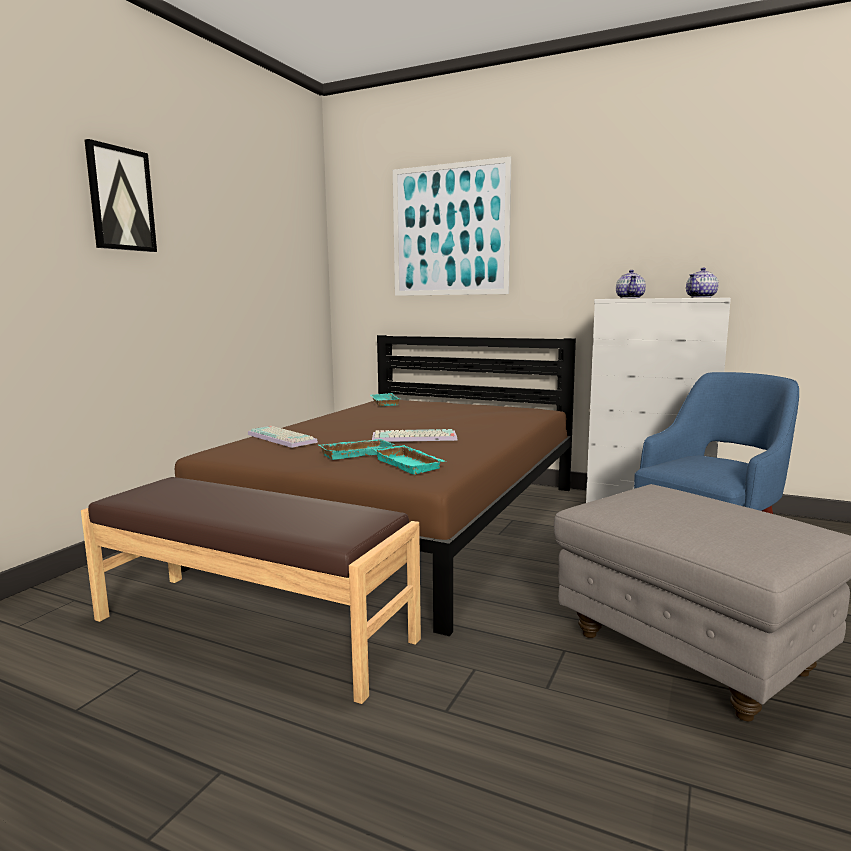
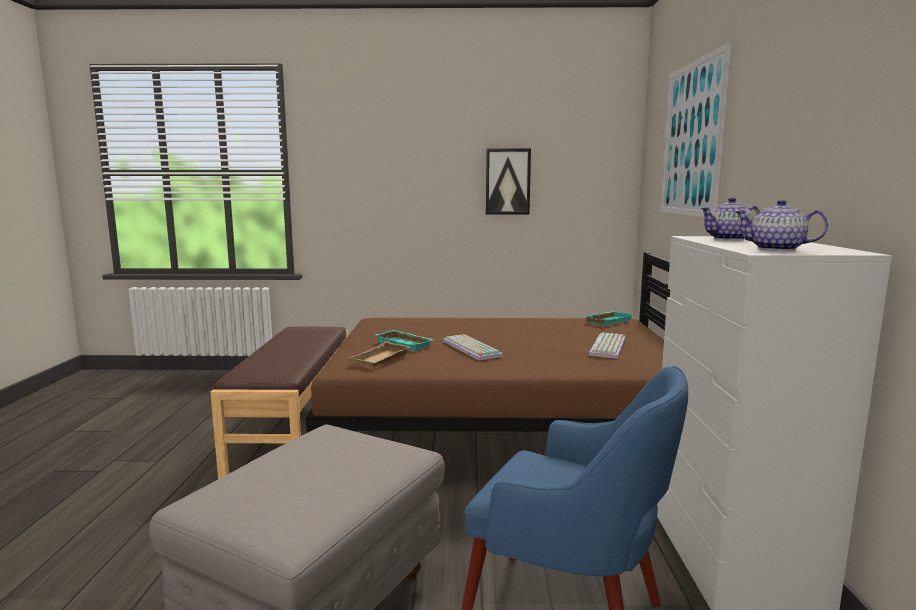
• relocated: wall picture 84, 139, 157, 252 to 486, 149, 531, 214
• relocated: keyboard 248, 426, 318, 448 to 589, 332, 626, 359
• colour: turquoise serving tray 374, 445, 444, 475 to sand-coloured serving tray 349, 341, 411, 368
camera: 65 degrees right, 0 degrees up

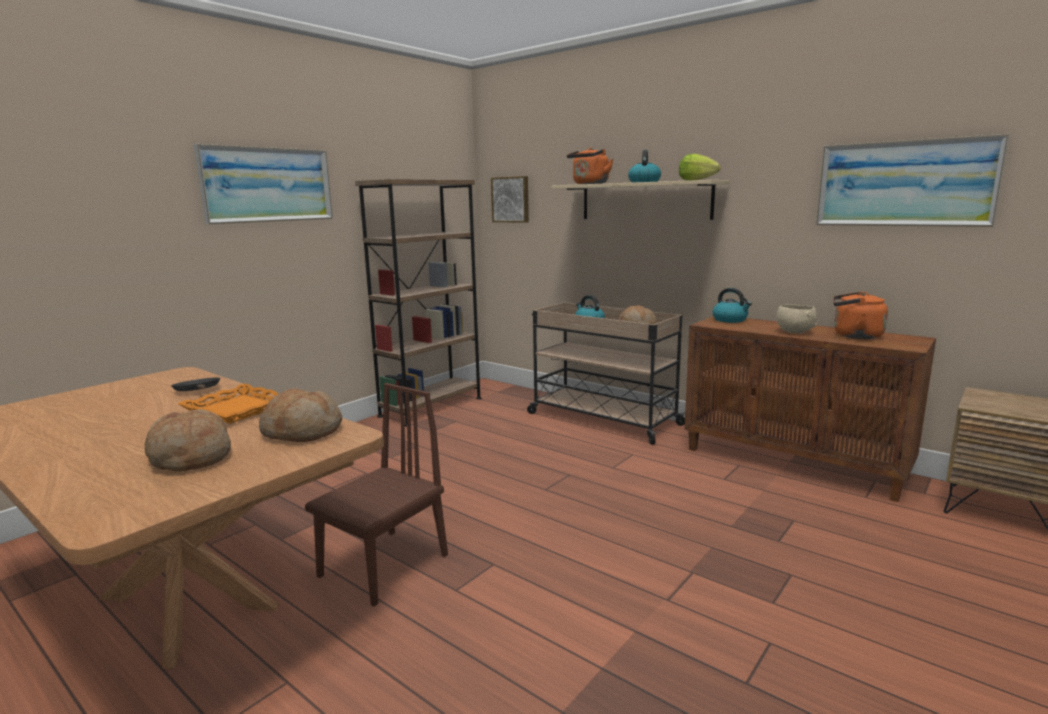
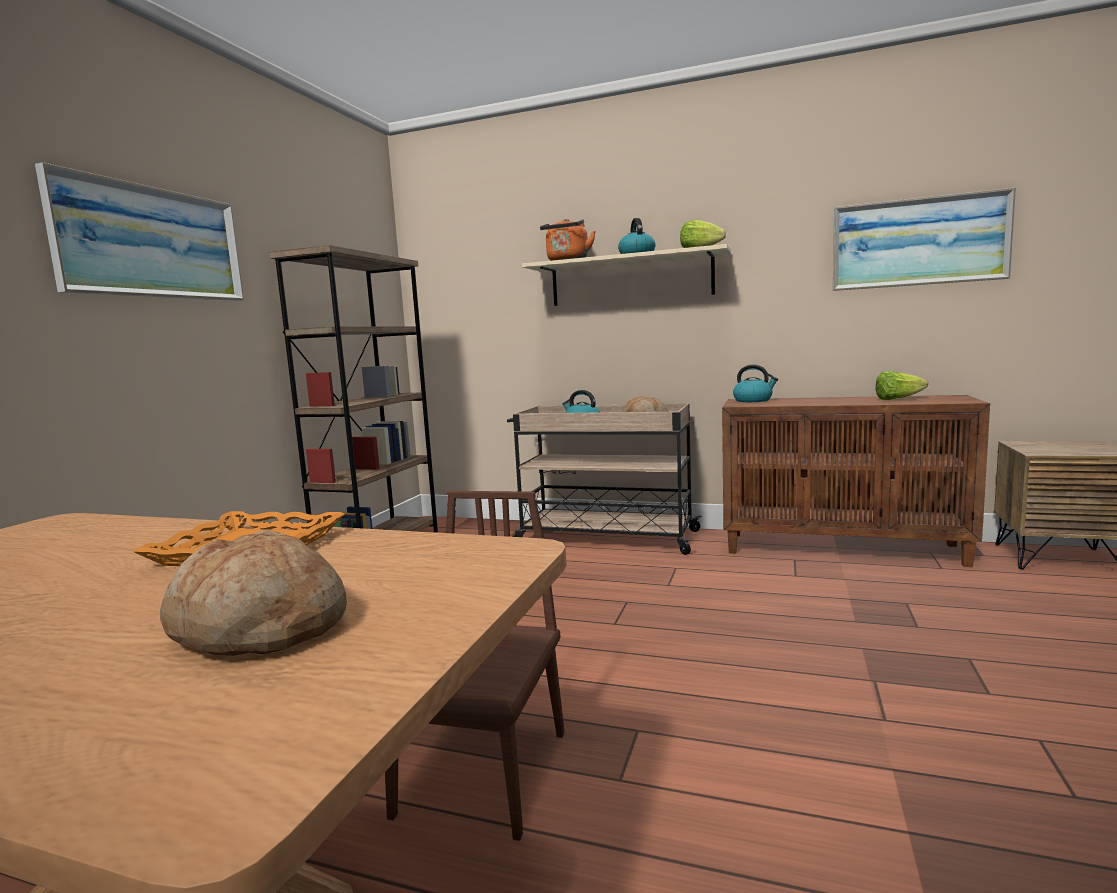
• missing: black-coloured pan 171, 377, 220, 391
• missing: bakery bread 259, 388, 342, 442
• missing: wall picture 491, 176, 529, 223
• missing: sand-coloured deep dish 776, 304, 817, 334
• exchanged: orange water kettle 833, 292, 888, 339 to lettuce head 876, 371, 928, 400
camera: 20 degrees left, 5 degrees down

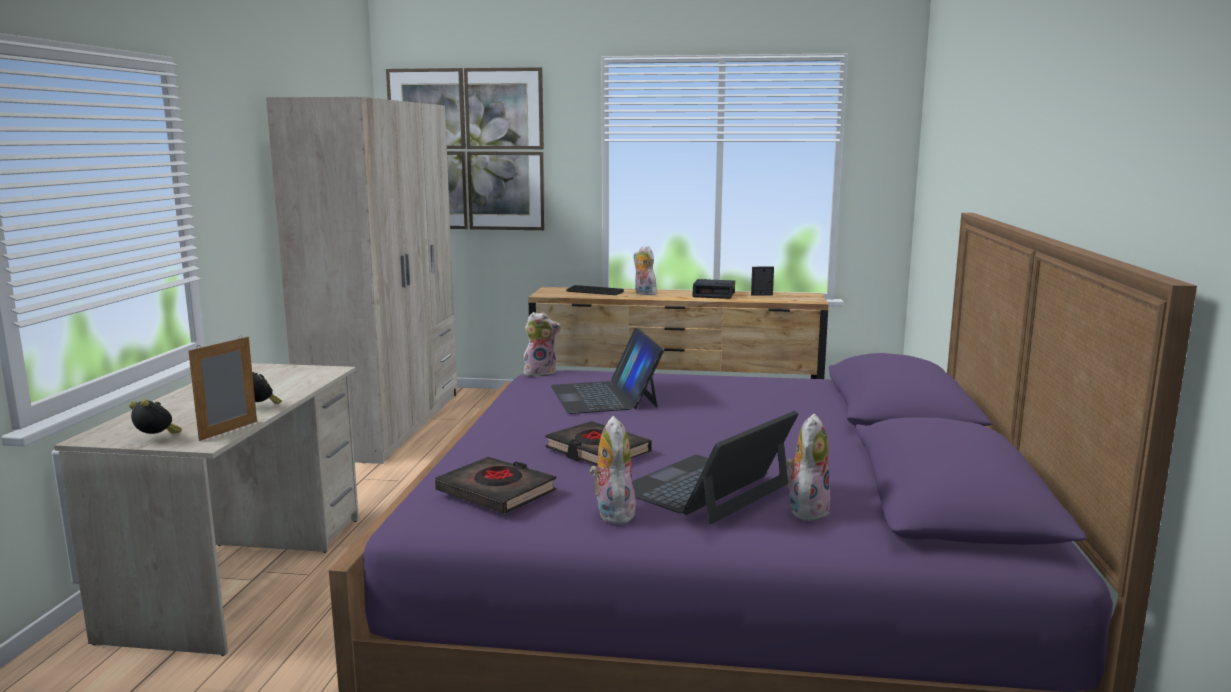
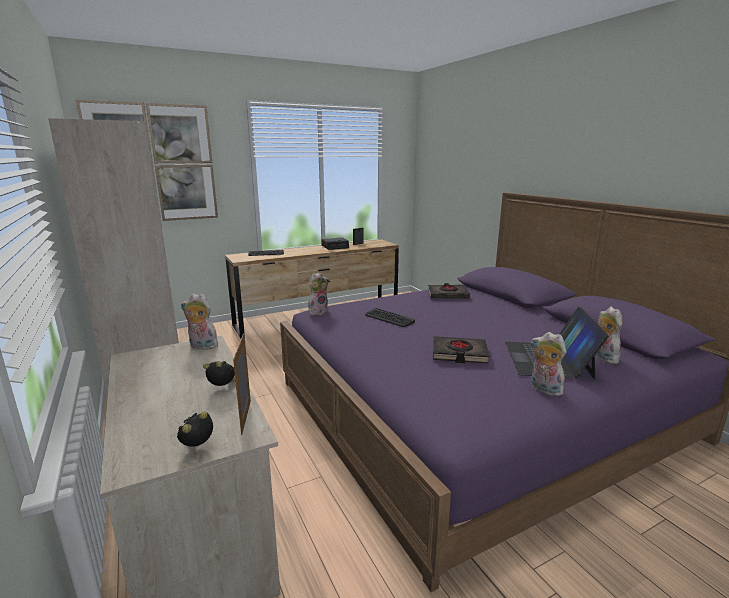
• relocated: black-coloured book 435, 457, 556, 514 to 428, 283, 470, 299
• relocated: cuddly toy 634, 246, 659, 295 to 181, 293, 218, 350
• exchanged: laptop 551, 328, 664, 414 to keyboard 365, 308, 415, 327
• spun: alarm clock 129, 399, 182, 434 = 177, 412, 213, 447 45 degrees counterclockwise
camera: 35 degrees left, 5 degrees up

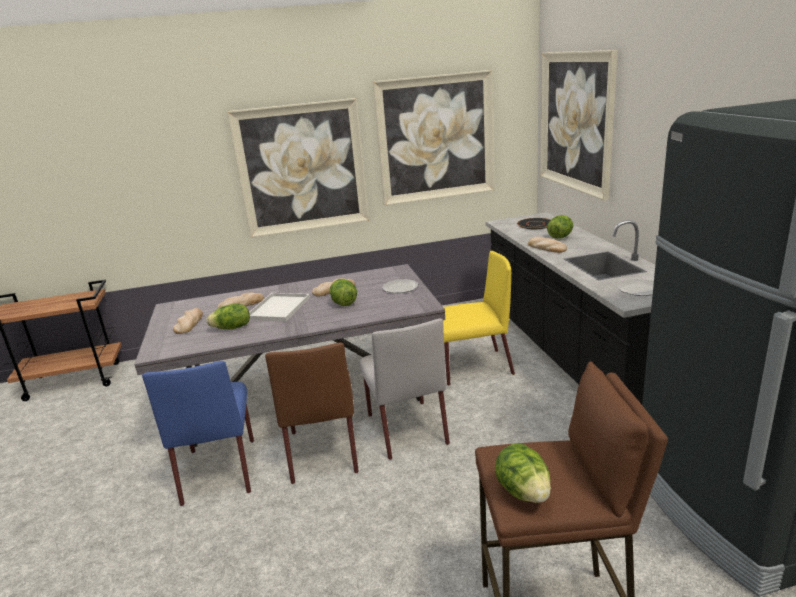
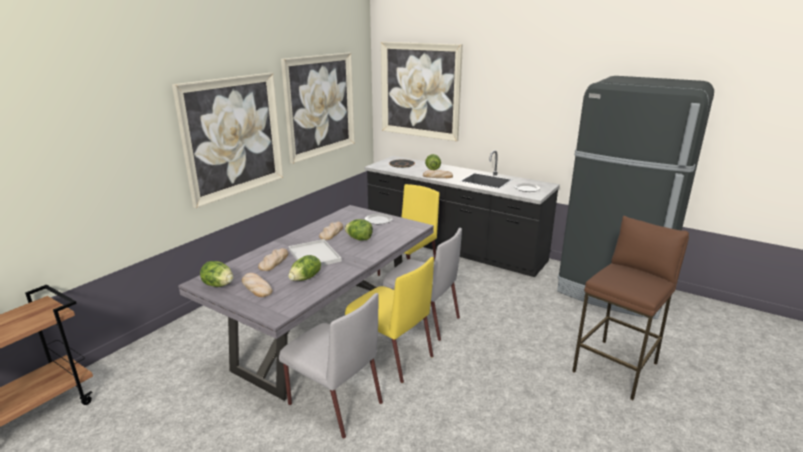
• relocated: lettuce head 495, 443, 551, 503 to 200, 261, 233, 287
• colour: blue chair 142, 361, 254, 506 to gray chair 279, 293, 383, 439
• colour: brown-coloured chair 265, 343, 359, 484 to yellow-coloured chair 345, 257, 434, 383
camera: 45 degrees left, 0 degrees up

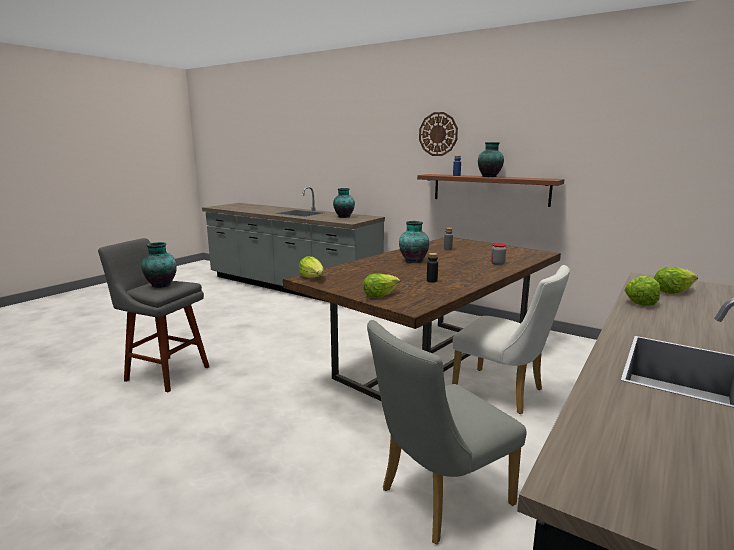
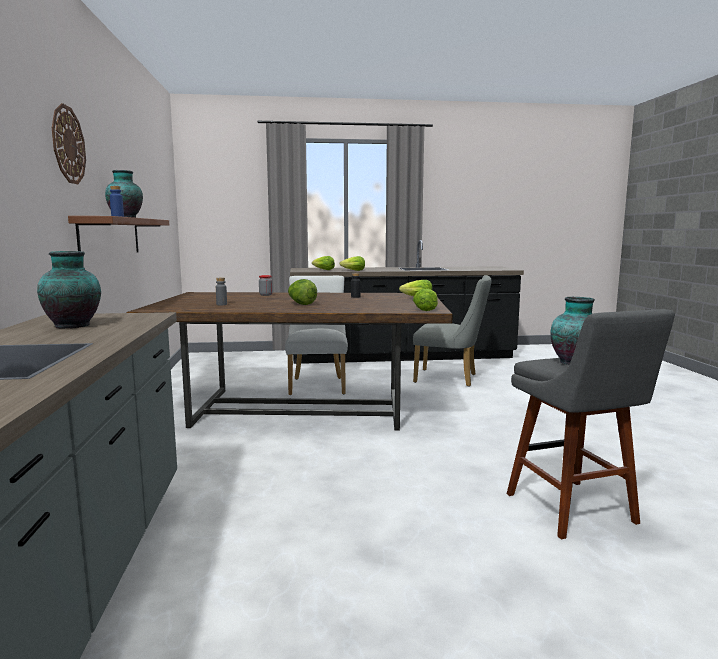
• exchanged: vase 399, 221, 429, 263 to lettuce head 288, 279, 317, 305
camera: 130 degrees left, 5 degrees down

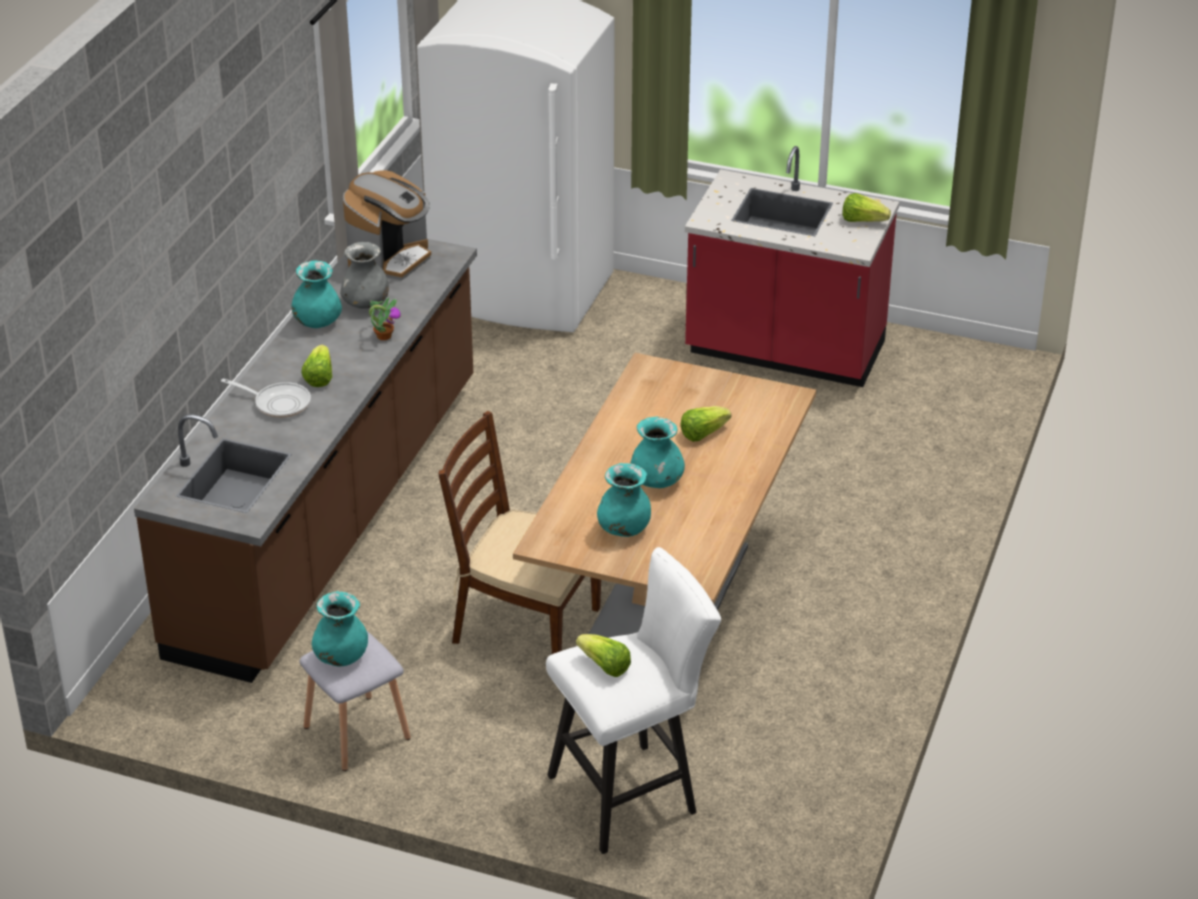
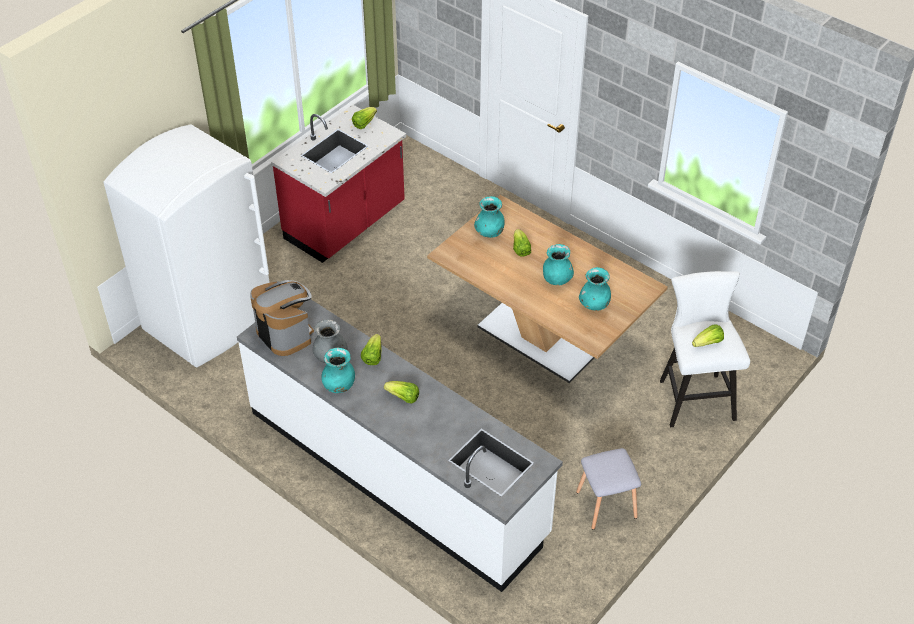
• missing: pan 221, 379, 311, 418
• missing: brown-coloured chair 438, 411, 601, 654
• relocated: turquoise vase 312, 591, 368, 667 to 474, 196, 505, 238
• exchanged: potted plant 369, 298, 401, 340 to lettuce head 361, 334, 382, 365
• colour: brown-coloured kitchen counter 134, 239, 477, 683 to whitish kitchen counter 237, 299, 563, 592
camera: 70 degrees left, 10 degrees up

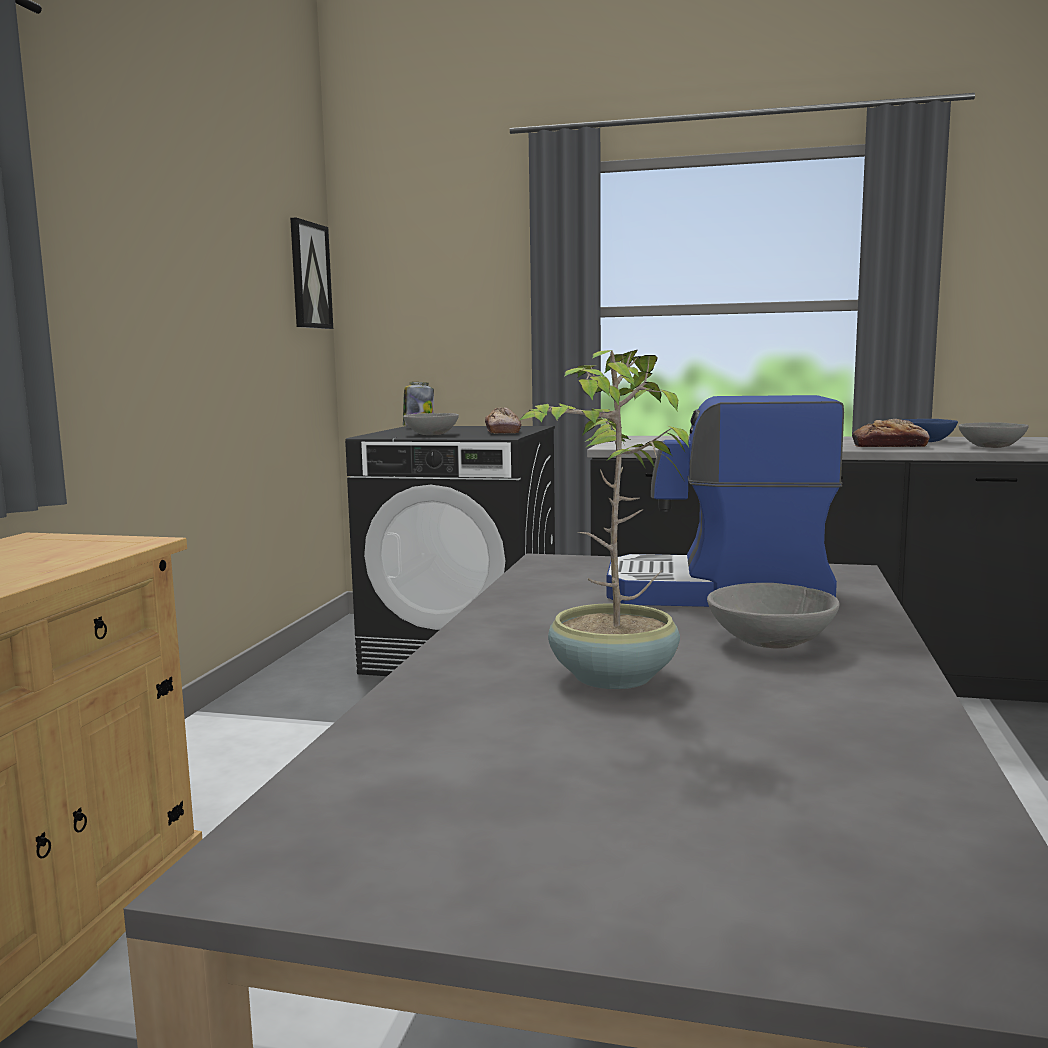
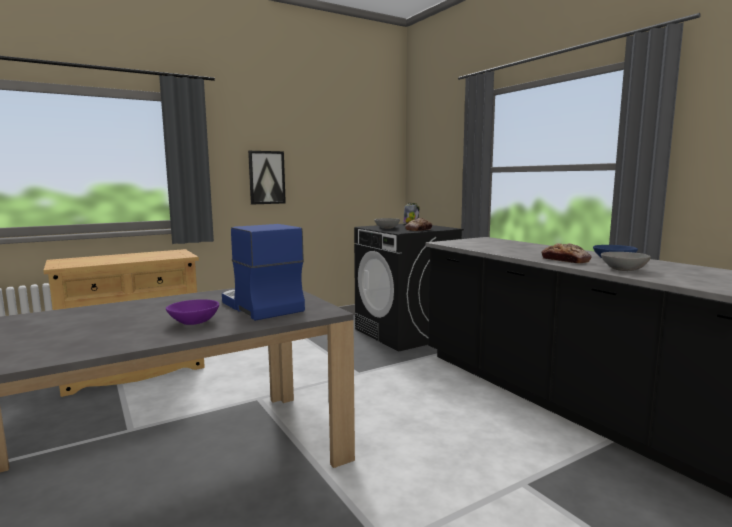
• missing: potted plant 518, 350, 689, 689
• relocated: wall picture 290, 218, 333, 329 to 248, 151, 286, 205
• colour: gray deep dish 707, 583, 840, 649 to purple-coloured deep dish 166, 299, 219, 325
camera: 45 degrees right, 0 degrees up

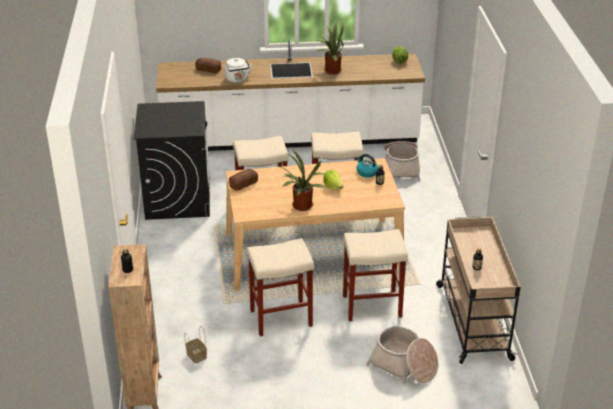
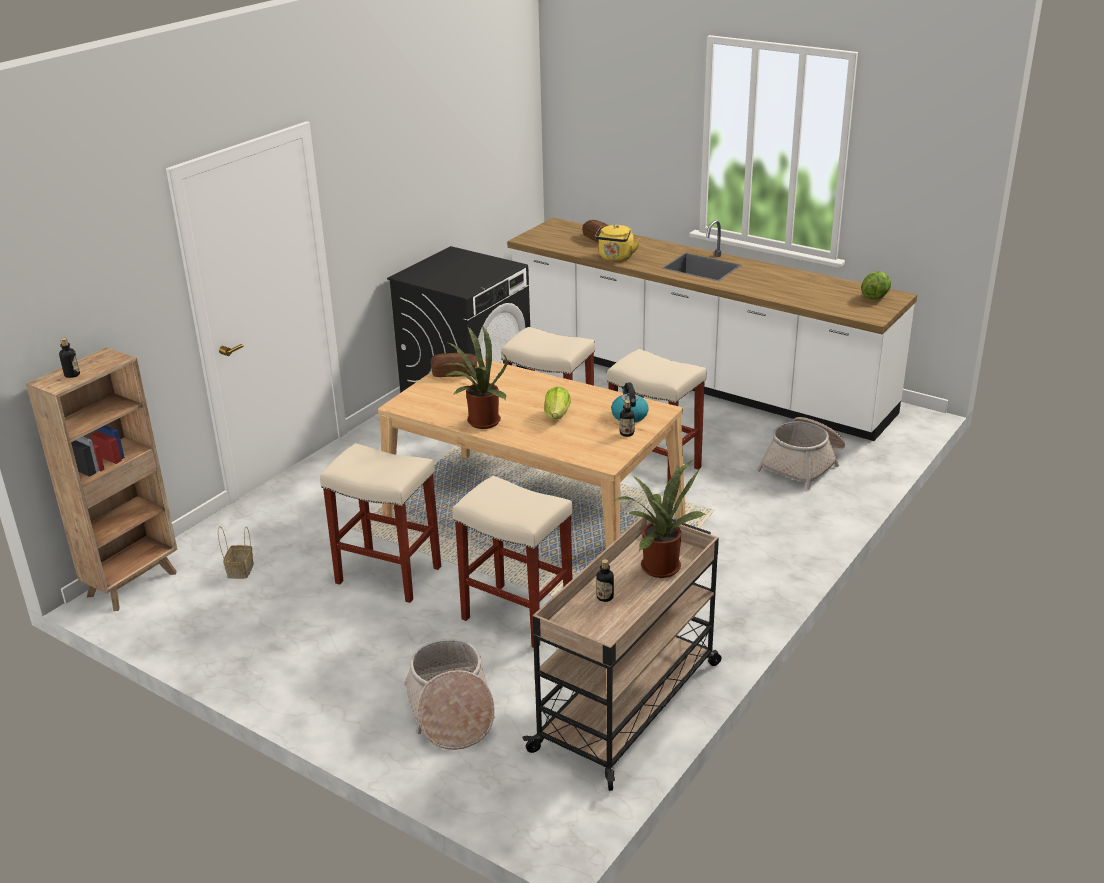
• relocated: potted plant 316, 21, 344, 74 to 613, 460, 706, 578
• colour: whitish water kettle 225, 58, 252, 83 to yellow-coloured water kettle 595, 225, 640, 261
camera: 40 degrees right, 5 degrees down

